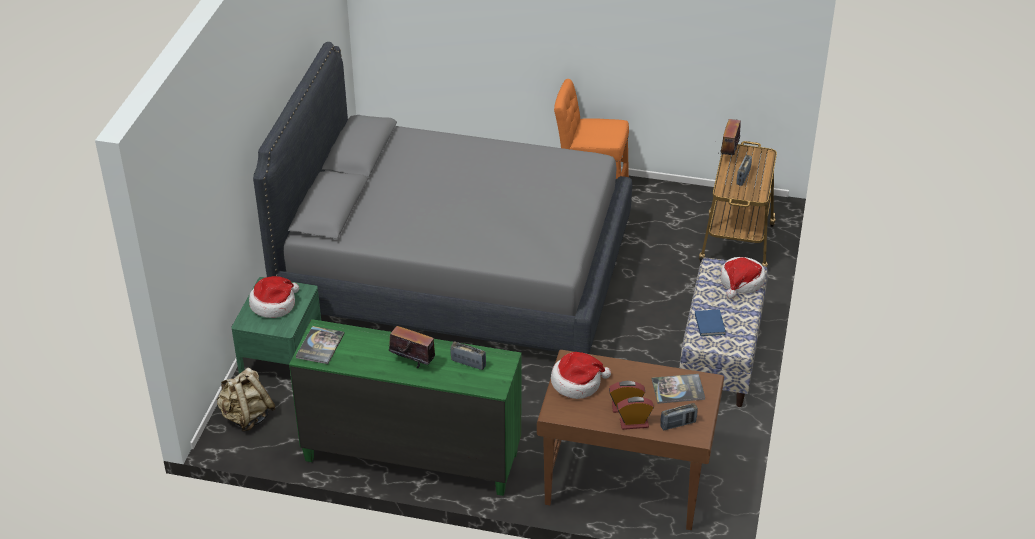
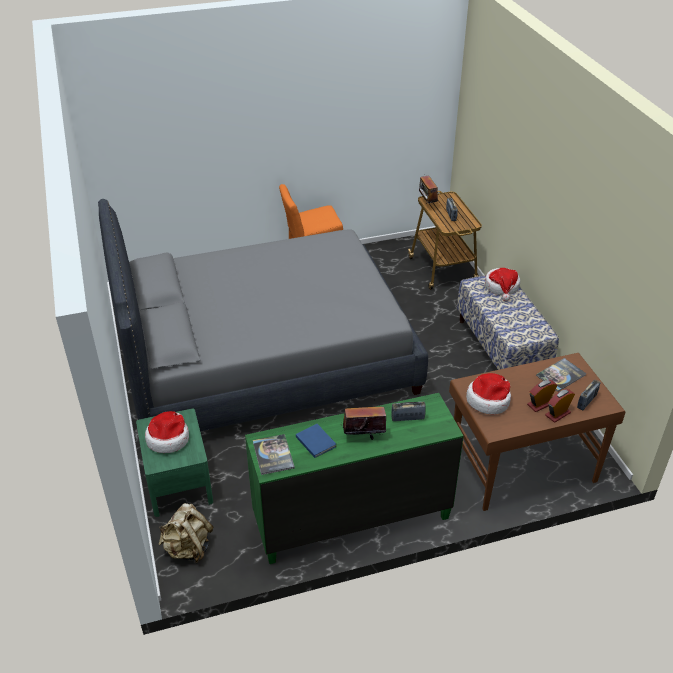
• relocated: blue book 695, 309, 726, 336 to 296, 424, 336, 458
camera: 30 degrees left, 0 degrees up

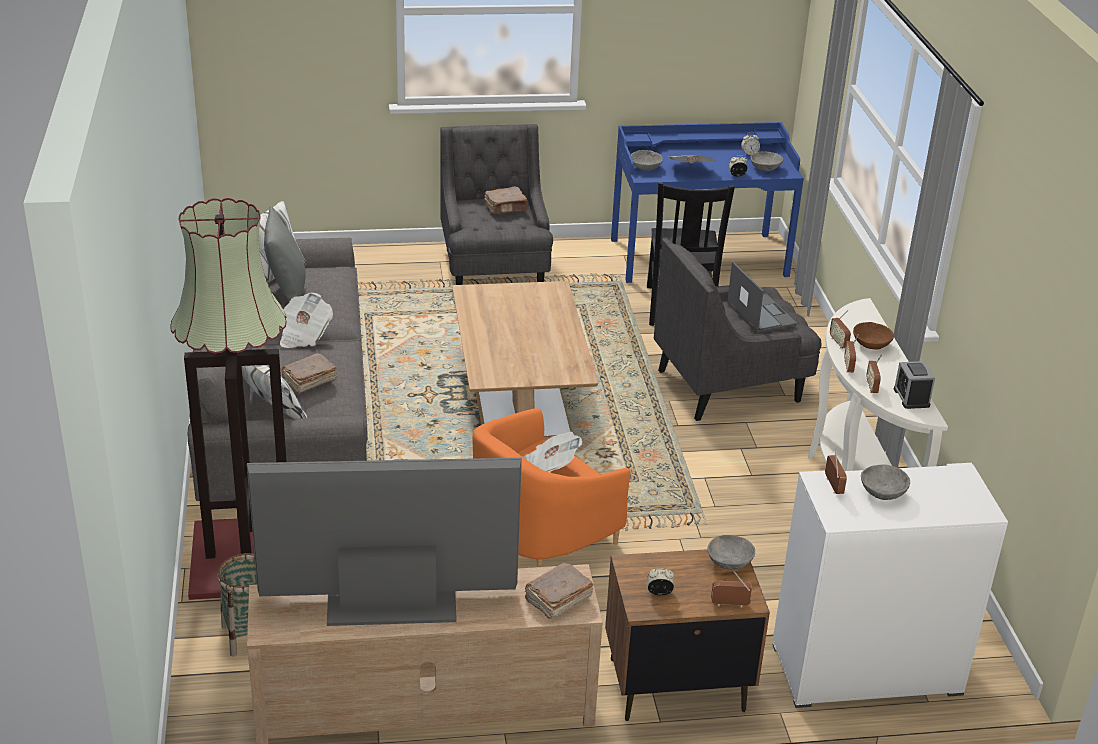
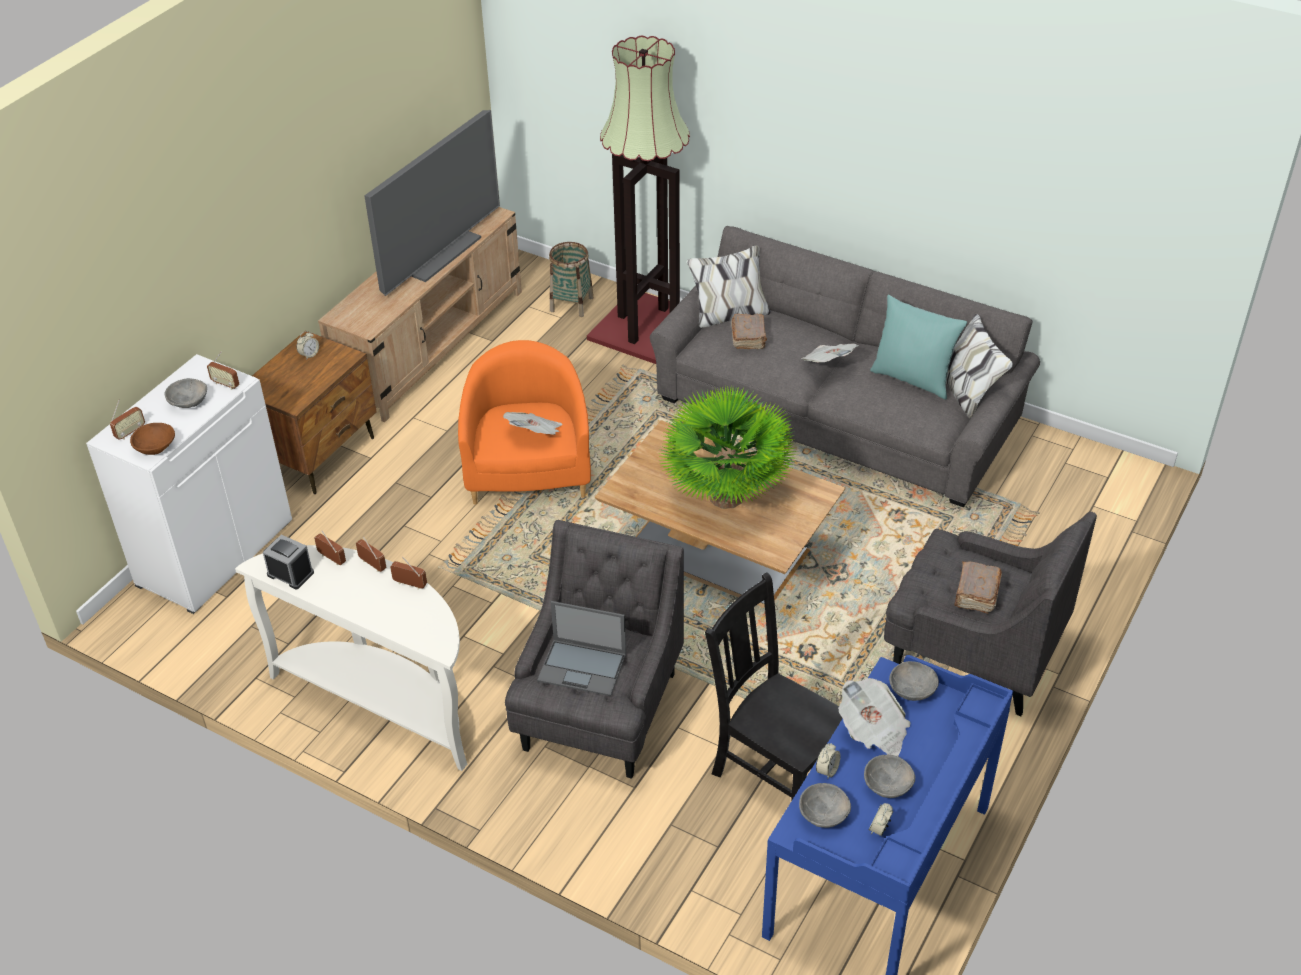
• missing: brown-coloured book 524, 562, 594, 619
• appeared: potted plant 658, 386, 796, 509
• relocated: gray deep dish 708, 535, 755, 570 to 864, 755, 915, 798
• relocated: radio set 711, 571, 752, 608 to 110, 400, 145, 440
• relocated: brown-coloured deep dish 853, 322, 894, 350 to 130, 423, 175, 455
• colour: gray pillow 264, 205, 306, 302 to turquoise pillow 870, 295, 967, 400
camera: 130 degrees right, 10 degrees up

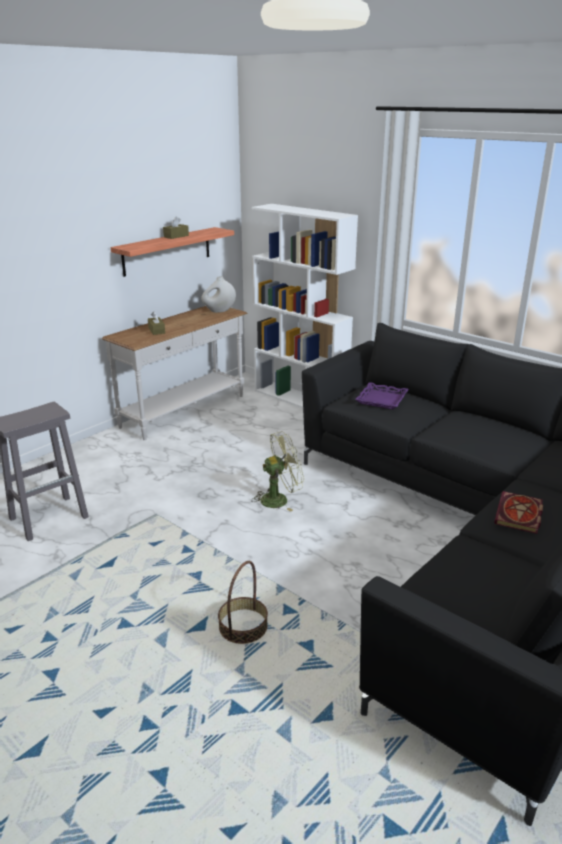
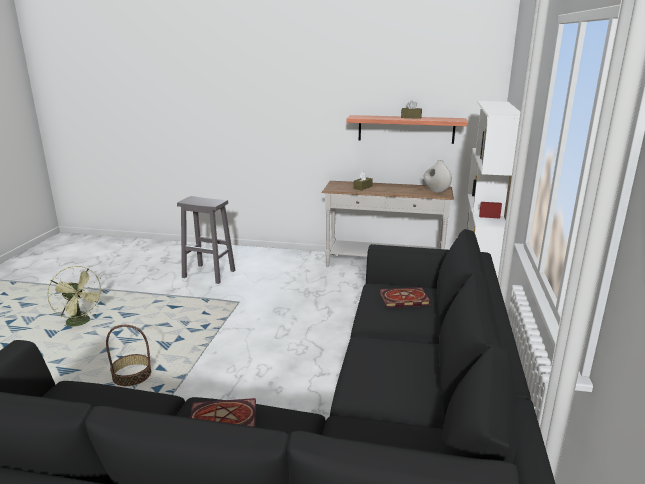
• relocated: greenish cooling fan 251, 431, 304, 512 to 47, 266, 105, 327
• exchanged: purple-coloured serving tray 355, 382, 409, 409 to book 379, 287, 430, 308
camera: 60 degrees right, 5 degrees down

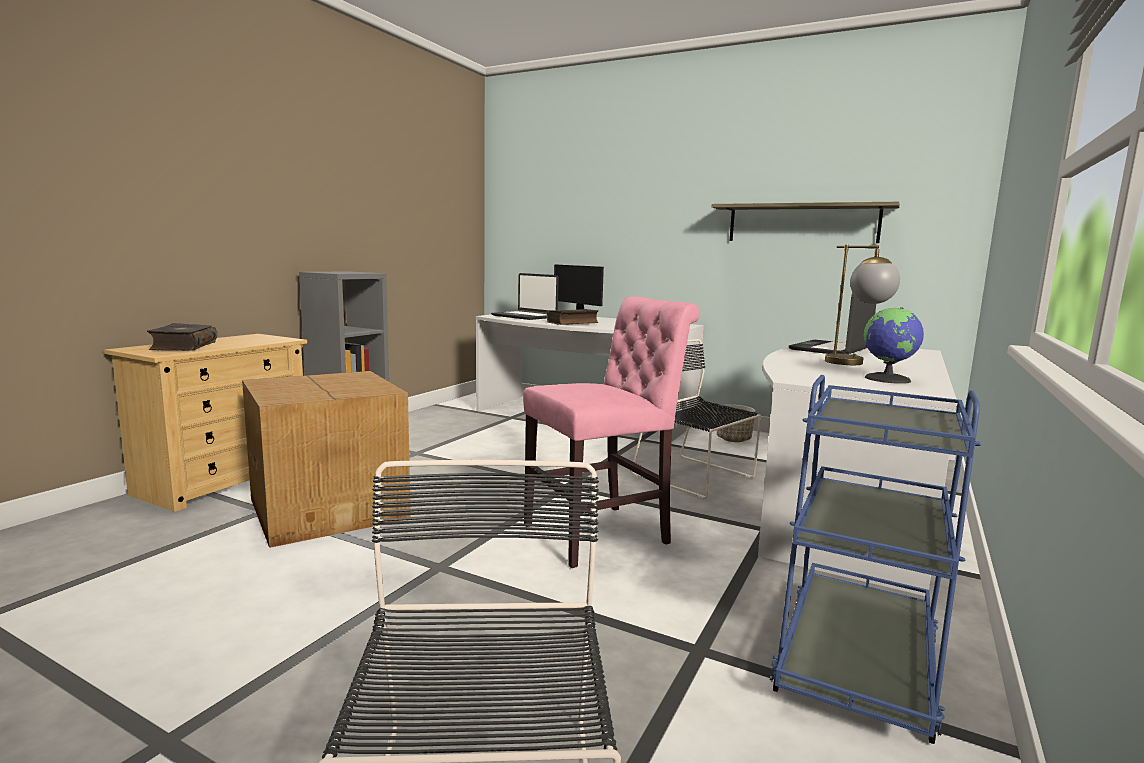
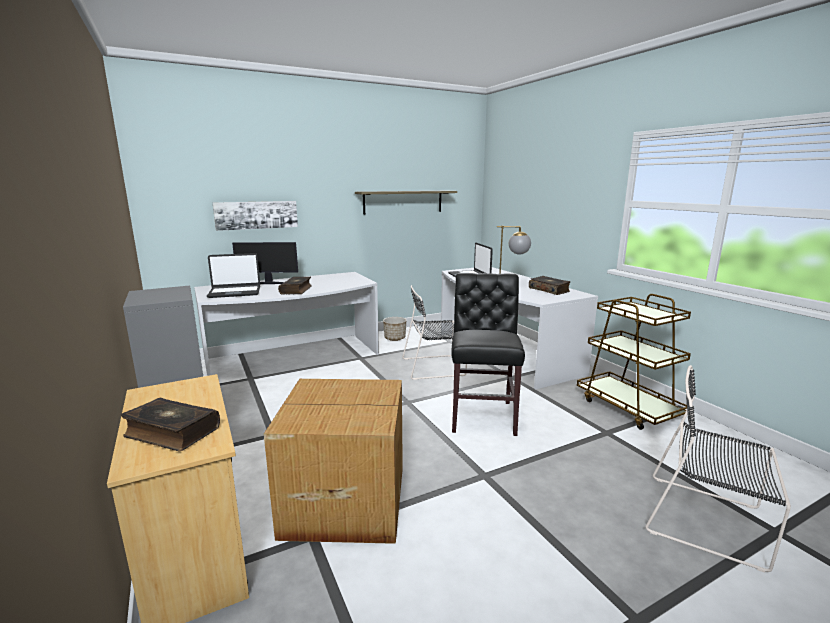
• appeared: wall picture 213, 201, 298, 231
• exchanged: globe 864, 307, 924, 384 to book 529, 276, 571, 295
• colour: pink chair 523, 296, 700, 568 to black-coloured chair 451, 273, 525, 436
• colour: blue trolley 770, 375, 981, 744 to brown-coloured trolley 577, 294, 691, 430
camera: 55 degrees left, 5 degrees up

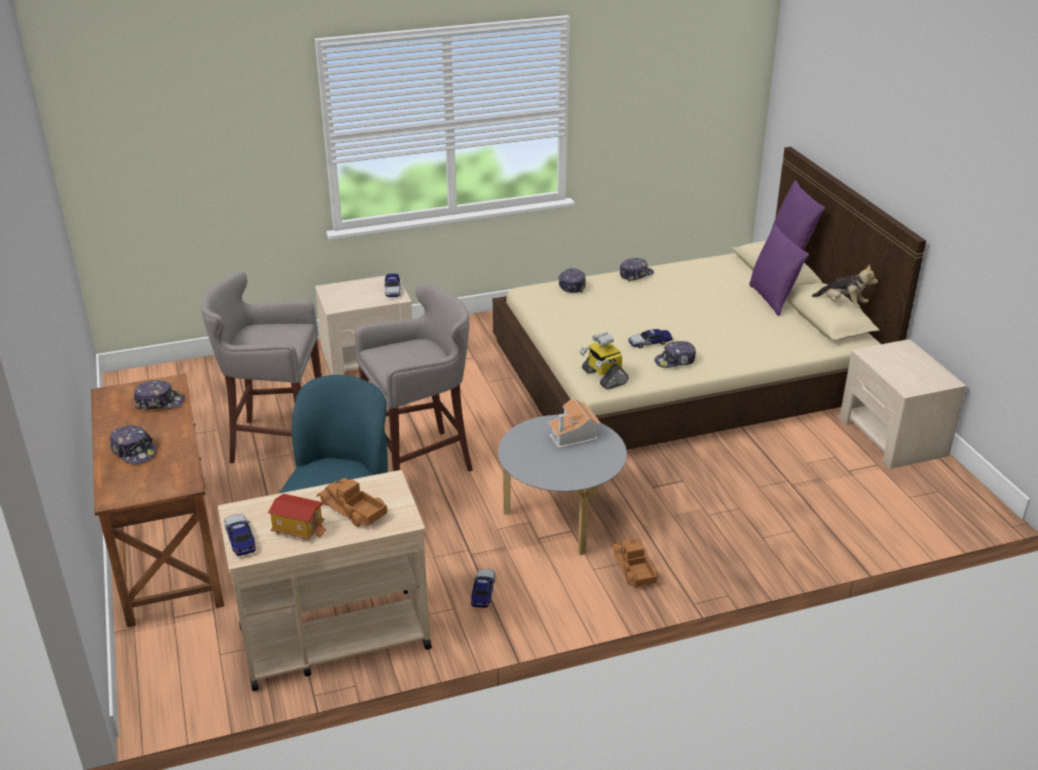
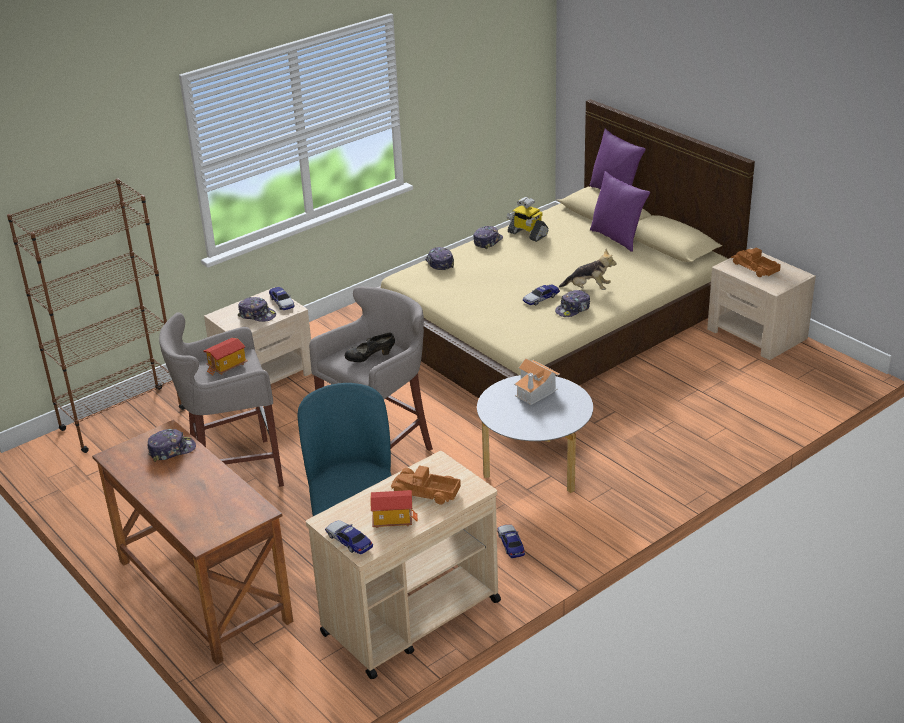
• appeared: brown-coloured shelving unit 7, 178, 185, 453
• appeared: model house 203, 338, 248, 376
• appeared: black-coloured item of footwear 344, 332, 395, 362
• relocated: baseball cap 110, 425, 156, 464 to 238, 297, 276, 322
• relocated: robot figure 579, 332, 628, 390 to 507, 197, 549, 242
• relocated: toy lorry 611, 539, 659, 587 to 731, 248, 781, 277
• relocated: cuddly toy 812, 264, 878, 308 to 559, 249, 617, 290
camera: 20 degrees left, 0 degrees up

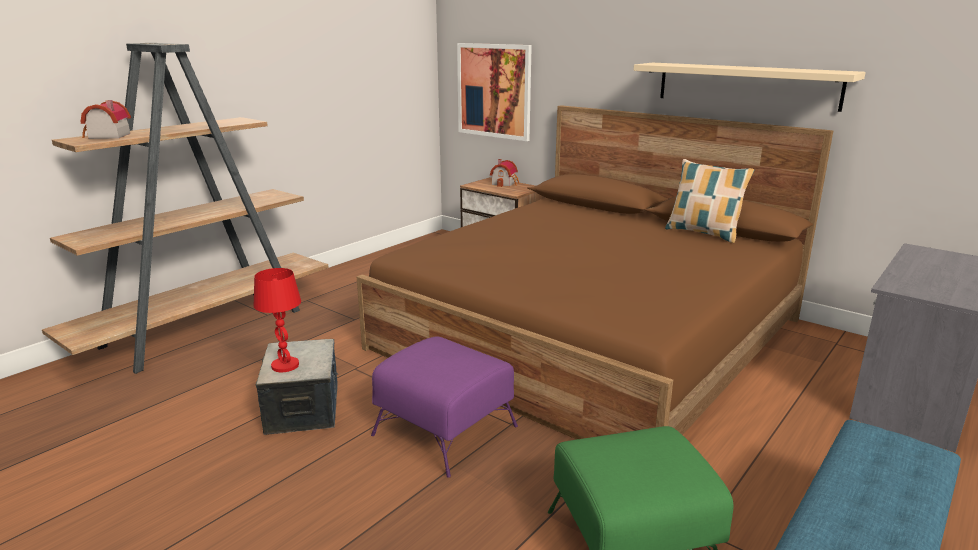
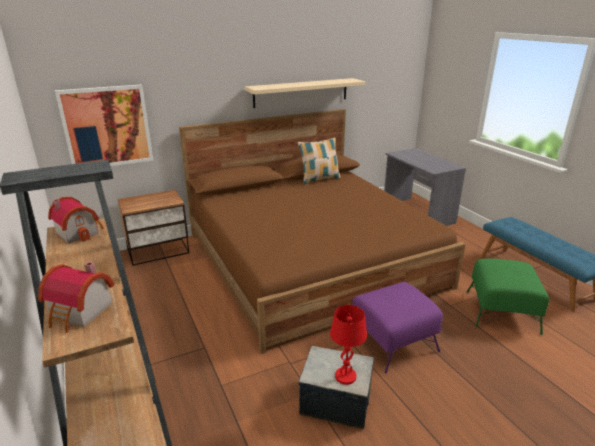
• relocated: model house 490, 159, 520, 187 to 48, 197, 104, 243
camera: 65 degrees left, 5 degrees up

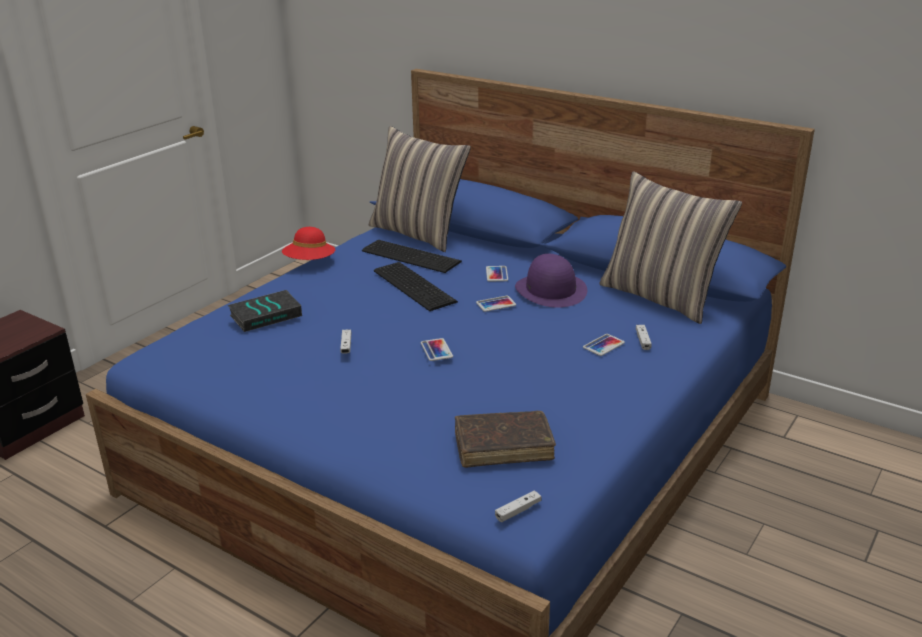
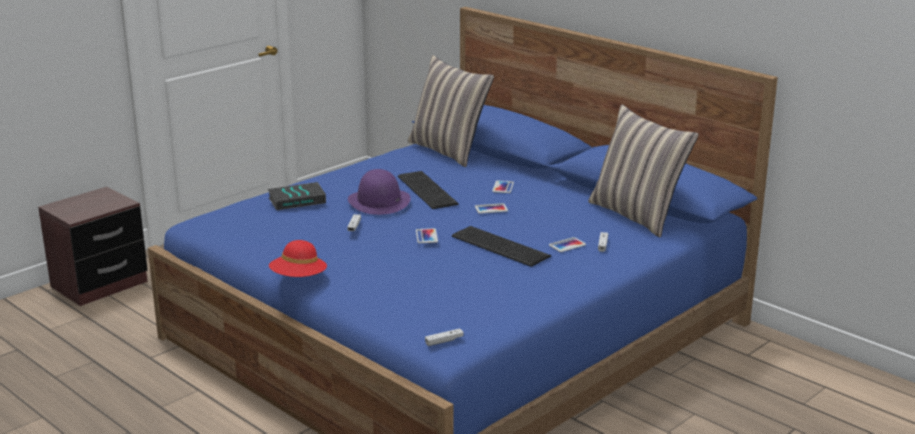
• missing: brown-coloured book 455, 411, 556, 468
• relocated: red clothing hat 282, 227, 335, 260 to 269, 240, 327, 277
• relocated: keyboard 362, 240, 462, 273 to 452, 226, 551, 267
• relocated: purple-coloured clothing hat 515, 254, 587, 308 to 348, 169, 411, 215
camera: 10 degrees right, 5 degrees down

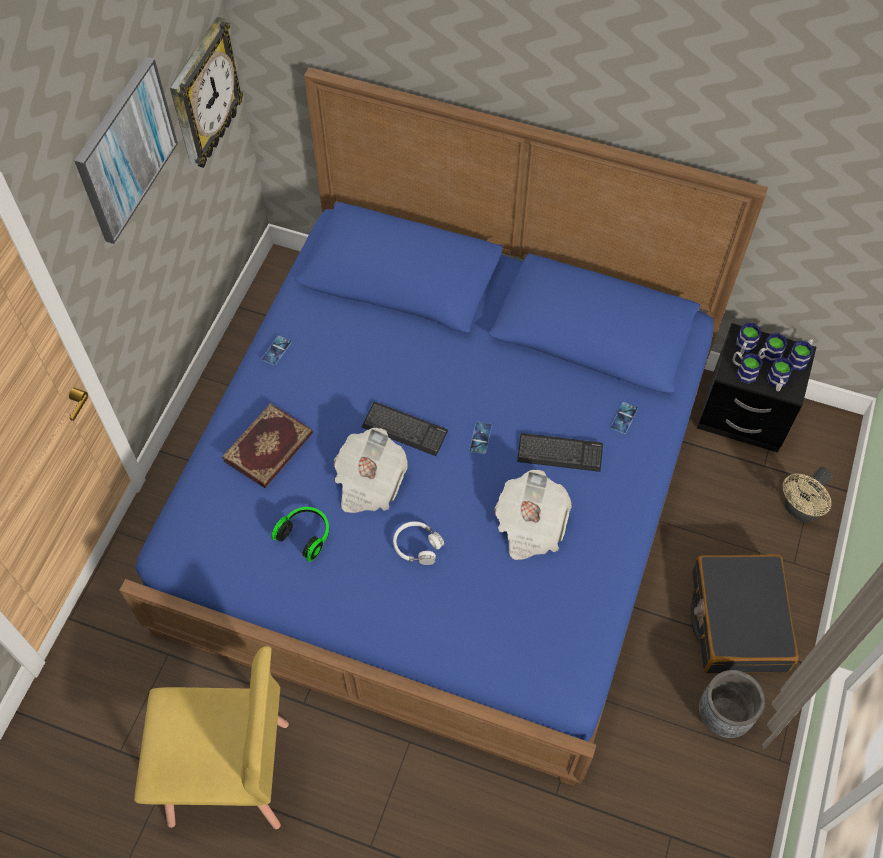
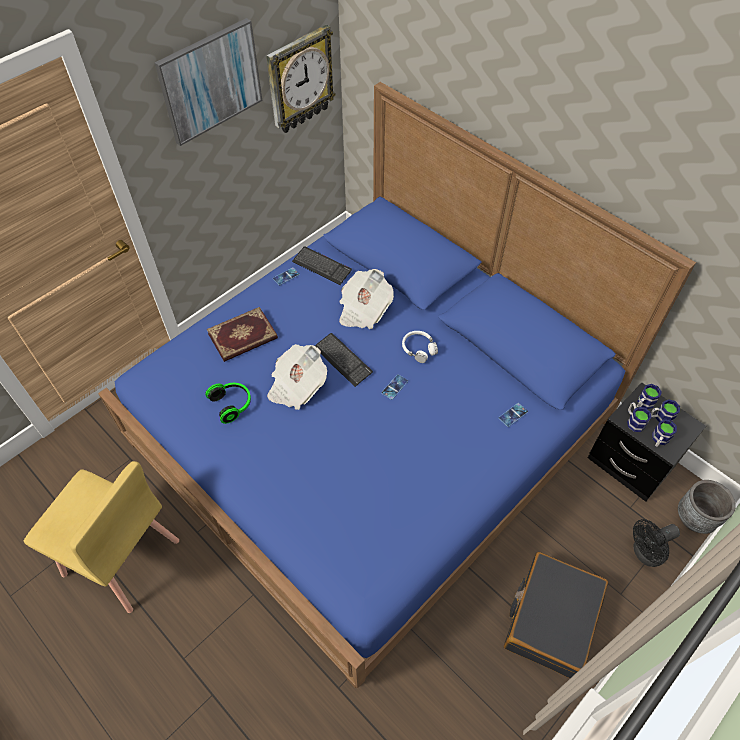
• missing: mug 788, 338, 814, 371
• relocated: whitish pair of headphones 393, 521, 445, 565 to 402, 331, 438, 363
• relocated: printed paper 494, 470, 572, 560 to 339, 269, 394, 329
• relocated: keyboard 517, 433, 603, 472 to 292, 246, 352, 285
• relocated: gray planter 699, 670, 765, 738 to 678, 480, 736, 534
• colour: sand-coloured cooling fan 783, 467, 832, 522 to black-coloured cooling fan 633, 519, 680, 567
camera: 25 degrees right, 5 degrees down

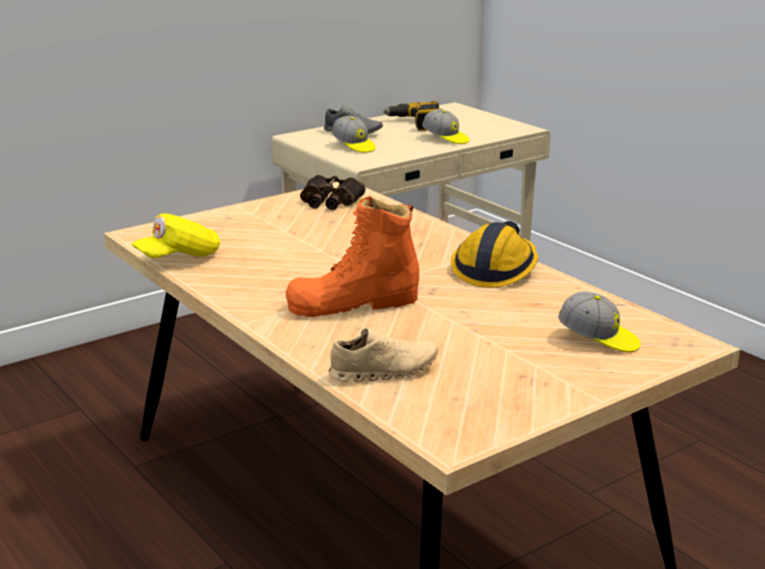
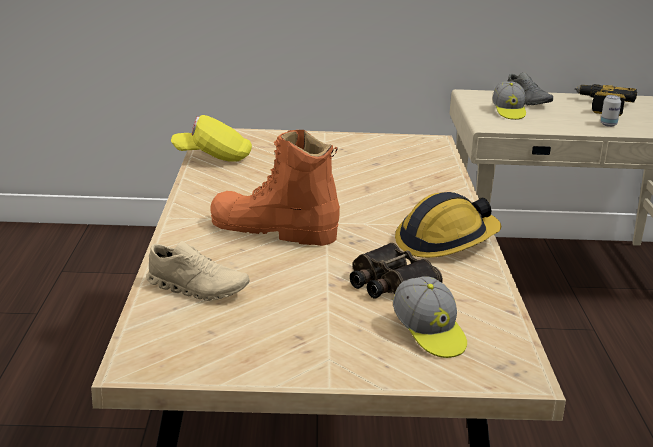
• relocated: pair of binoculars 300, 175, 366, 210 to 350, 243, 443, 298
• exchanged: baseball cap 422, 109, 469, 144 to metal can 600, 95, 621, 127
camera: 35 degrees right, 0 degrees up

